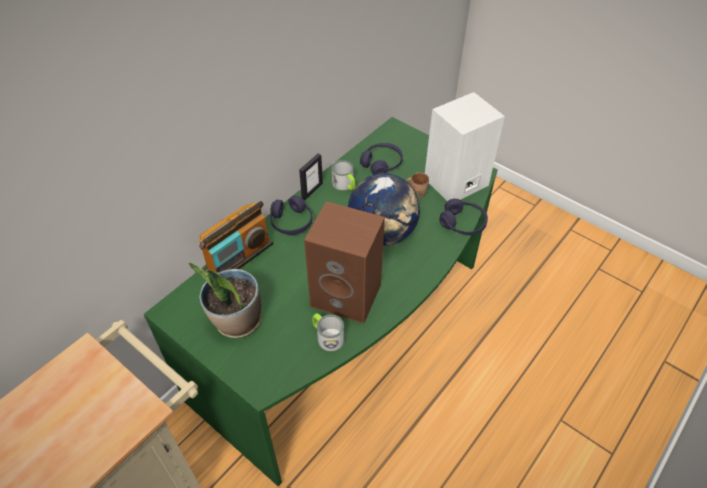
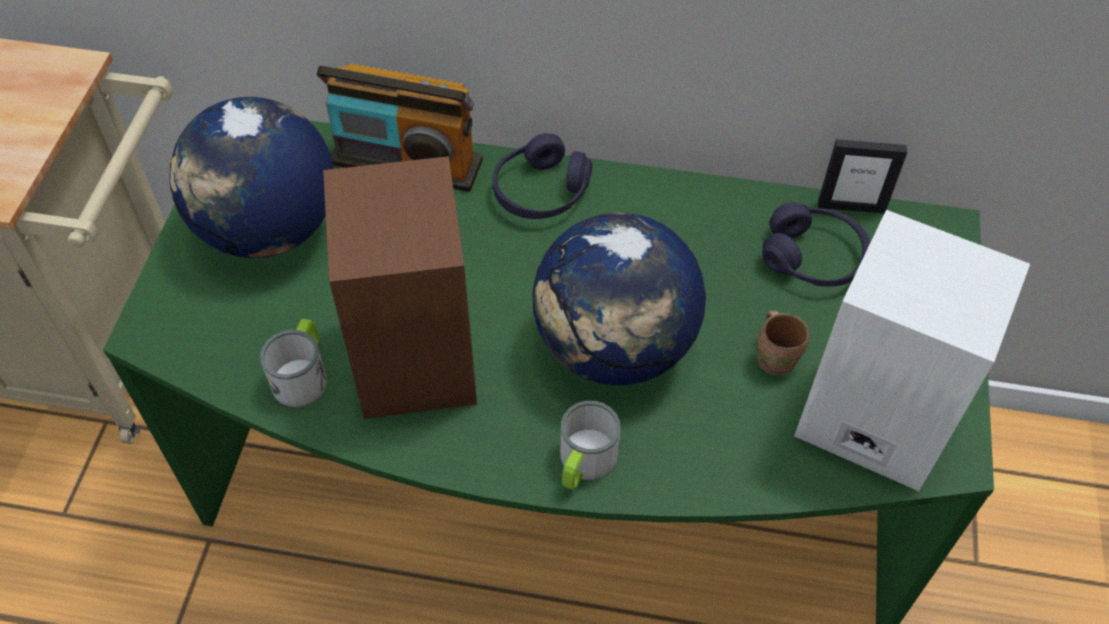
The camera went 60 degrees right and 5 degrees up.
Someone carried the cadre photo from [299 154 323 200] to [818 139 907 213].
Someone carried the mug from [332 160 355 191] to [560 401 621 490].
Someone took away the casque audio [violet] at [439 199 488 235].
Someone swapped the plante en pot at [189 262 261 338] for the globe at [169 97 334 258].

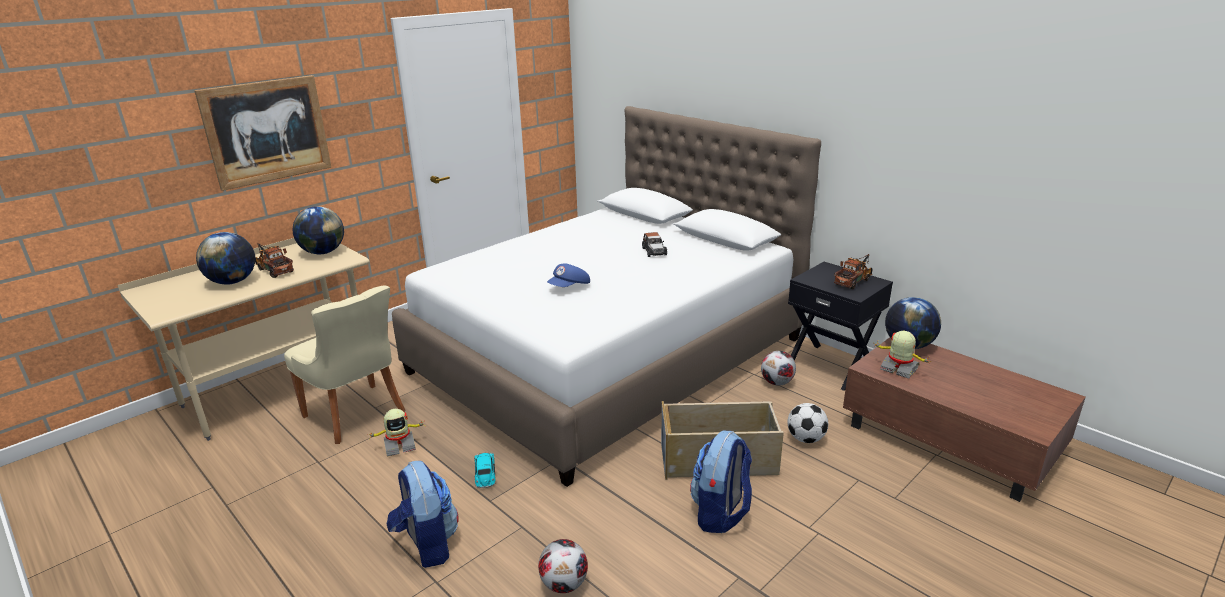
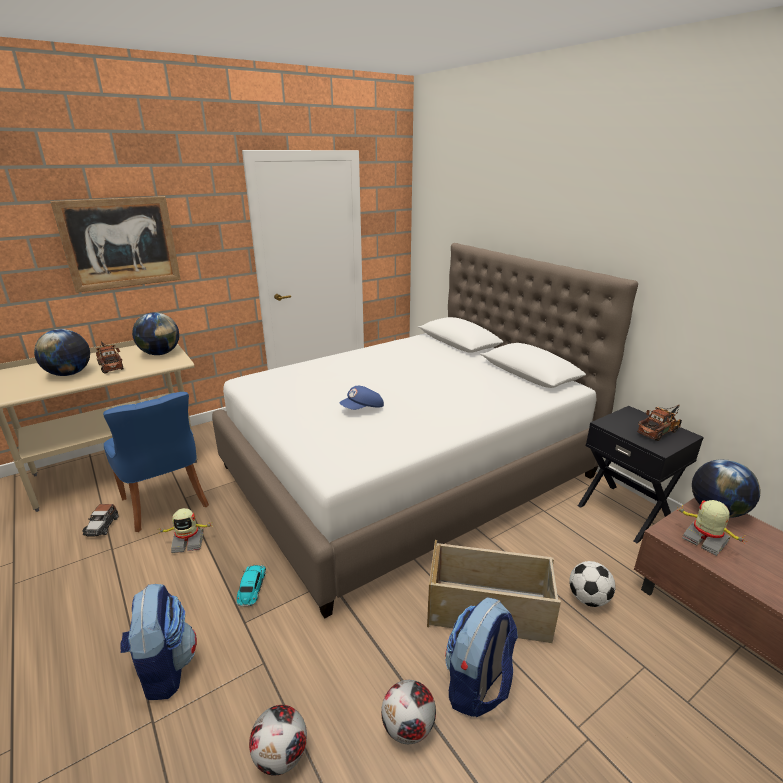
The camera went 10 degrees right and 0 degrees up.
Someone carried the petite voiture from [642 232 667 257] to [83 504 119 537].
Someone repainted the chaise [beige] at [284 286 405 444], which became the chaise [bleu] at [103 392 209 532].
Someone carried the ballon de foot from [761 351 796 386] to [381 680 436 744].

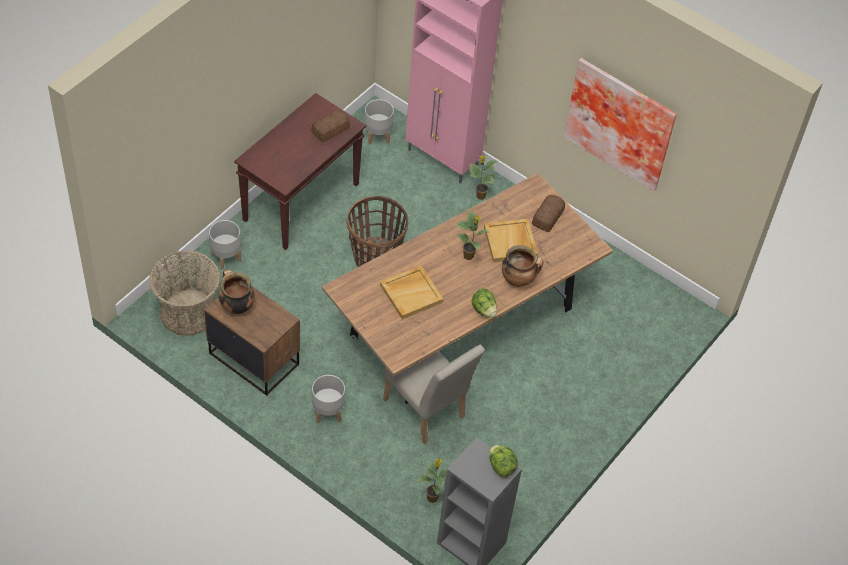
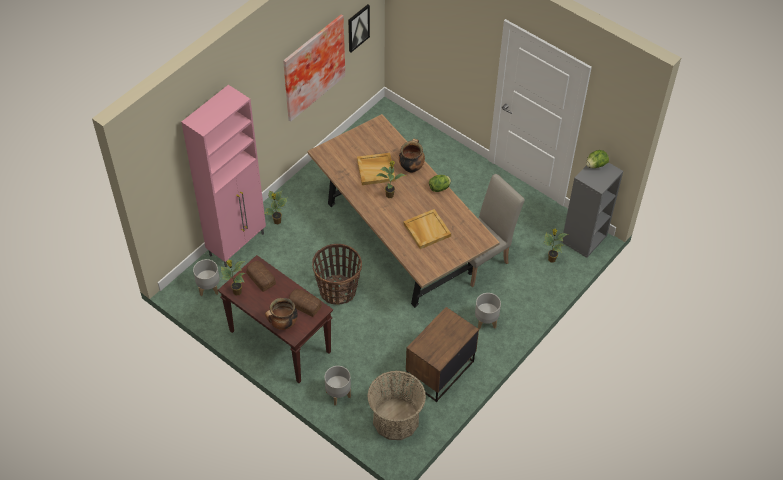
The camera went 85 degrees left and 0 degrees up.
Someone carried the pain from [532 195 565 232] to [289 289 322 317].
Someone carried the marmite from [218 269 255 314] to [265 298 298 330].
Someone put up the tableau at [348 4 370 52].
Someone put down the plante en pot at [221 260 245 296].

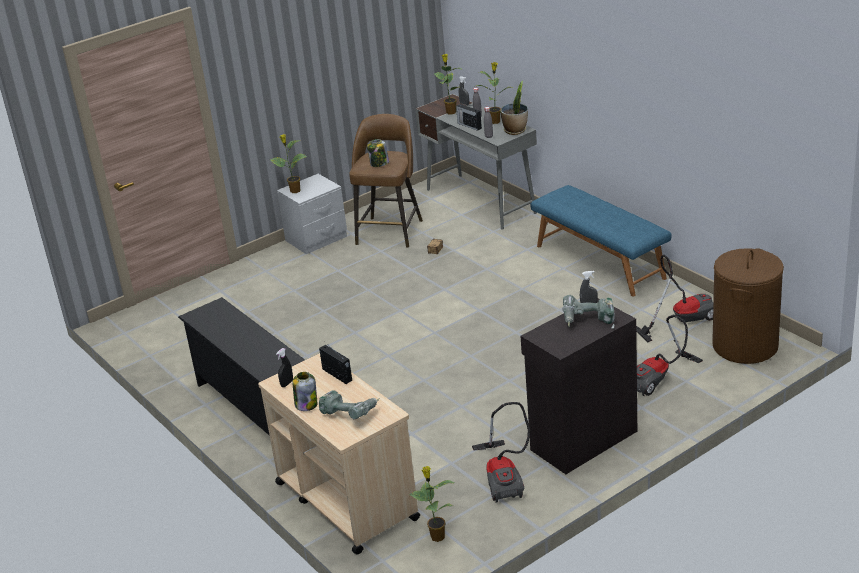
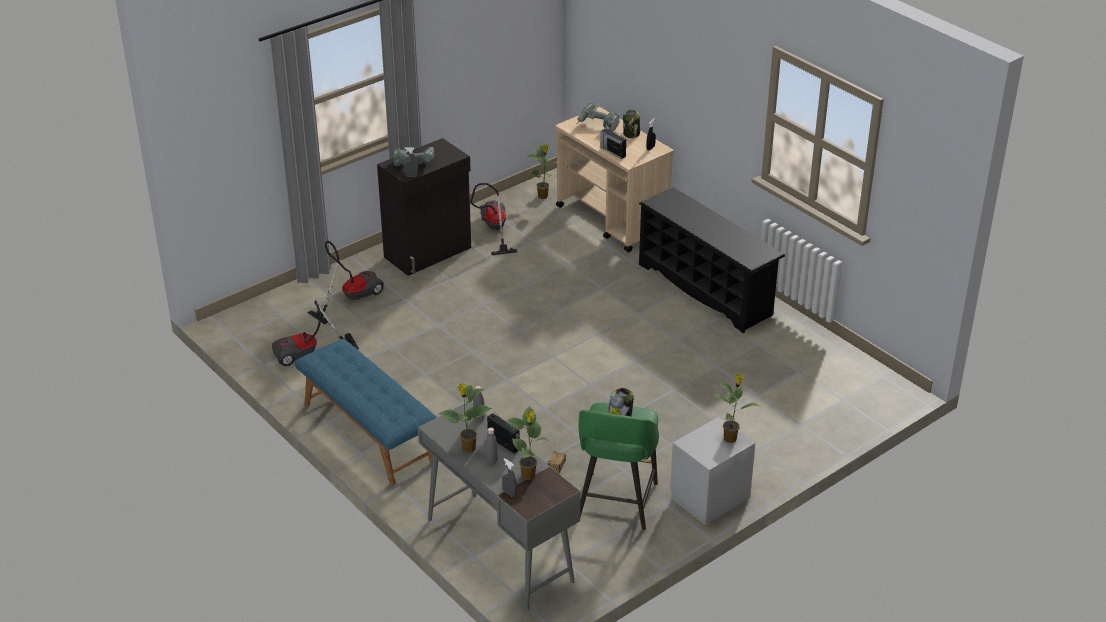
The camera went 175 degrees right and 5 degrees up.
Someone took away the plante en pot at [500 81 528 135].
Someone repainted the tabouret [marron] at [349 114 423 248], which became the tabouret [vert] at [579 403 659 530].
Someone took away the panier à linge [marron] at [712 248 784 364].

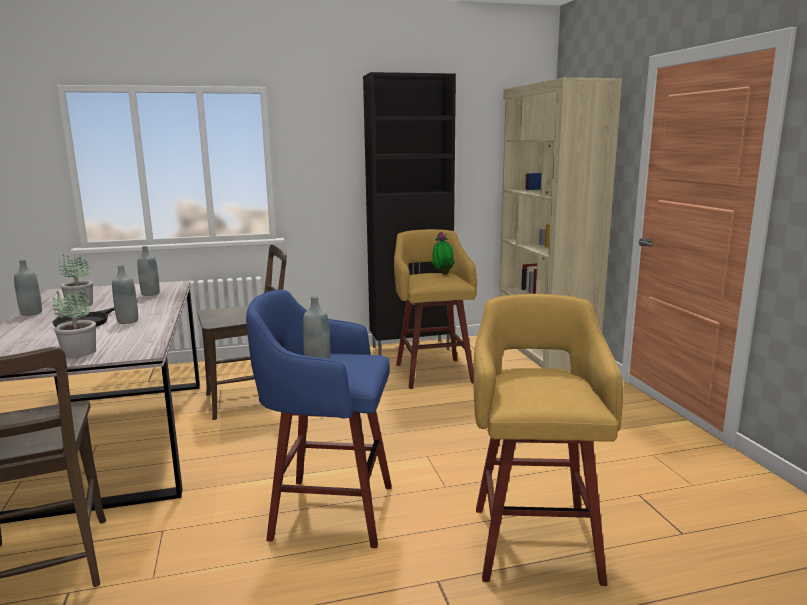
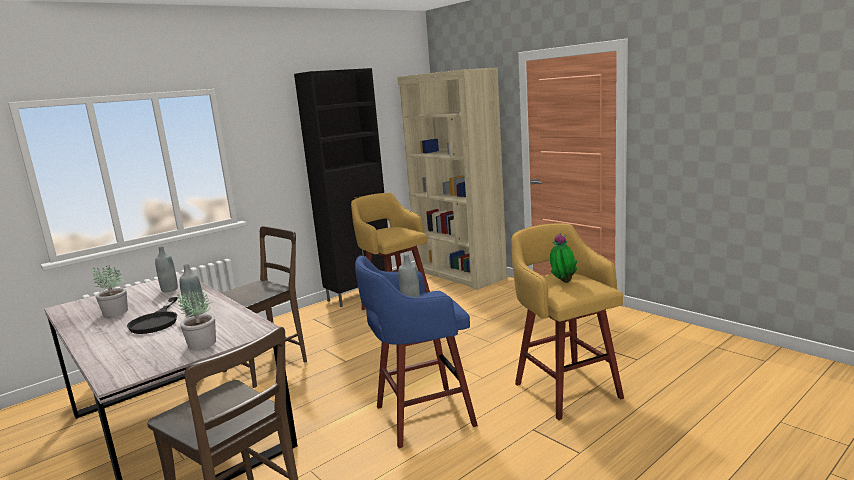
The camera went 25 degrees left and 0 degrees up.
Someone carried the plante en pot from [431 232 455 275] to [550 234 577 283].
Someone took away the bouteille [gris] at [14 260 42 316].

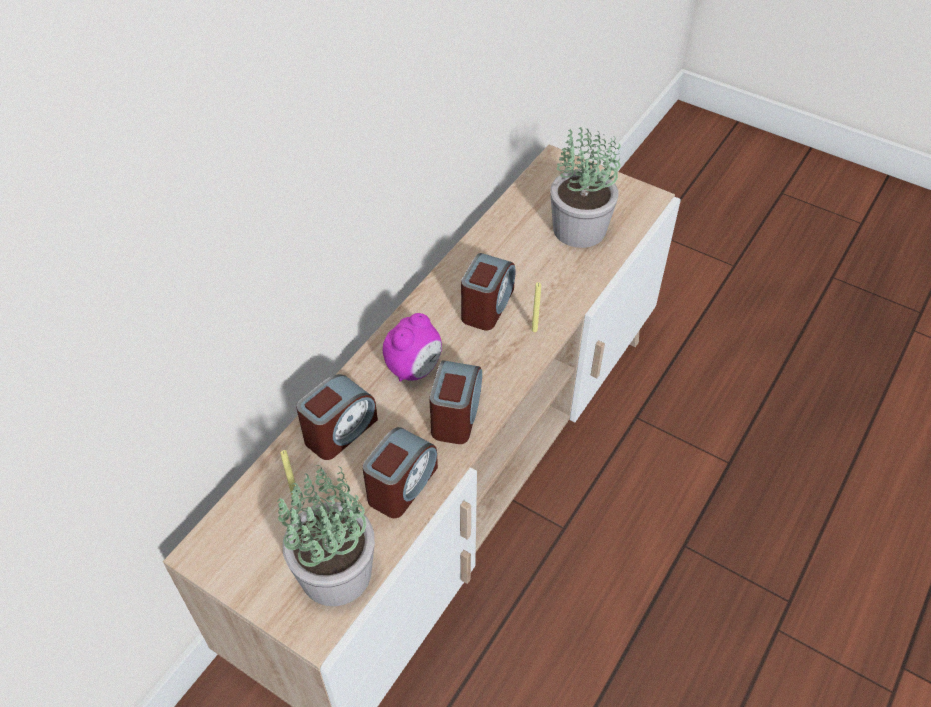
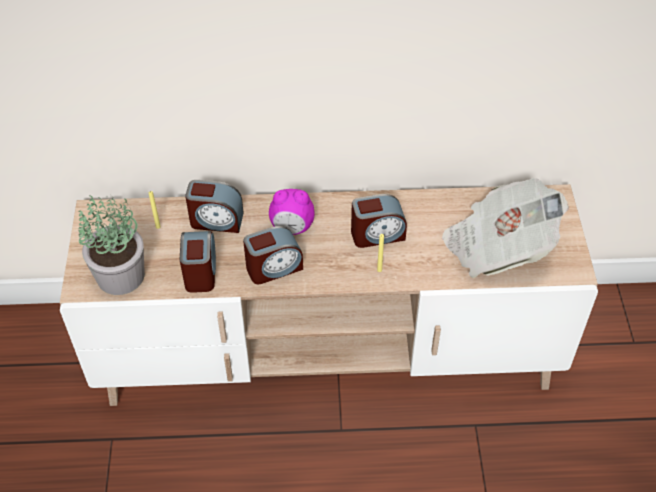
The camera went 55 degrees right and 0 degrees up.
Someone swapped the plante en pot at [550 127 621 248] for the journal at [442 178 569 278].
Someone rotated the réveil at [362 427 438 518] by 90 degrees counterclockwise.

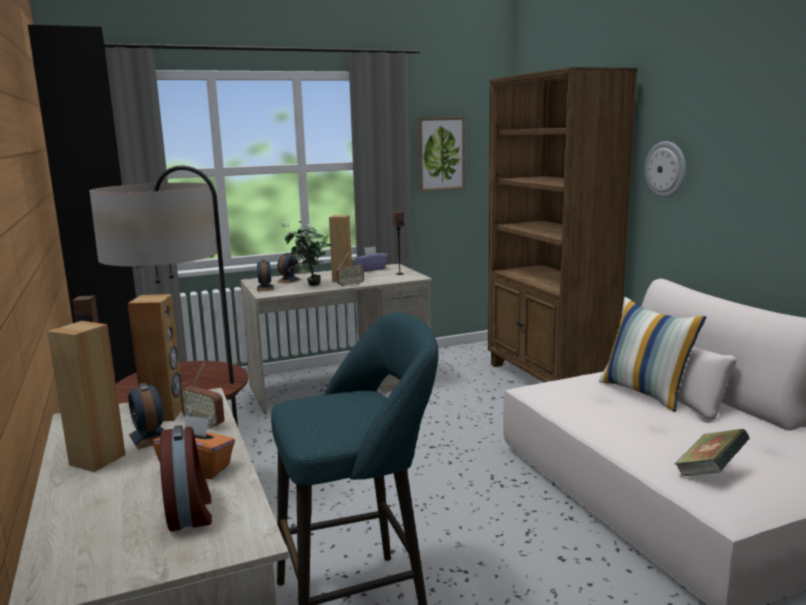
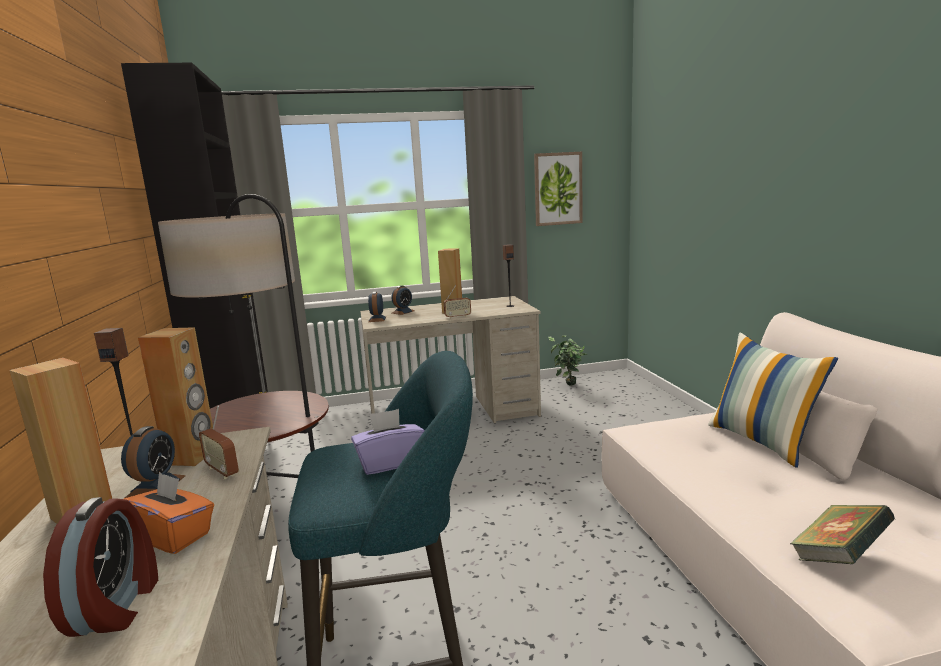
The camera went 10 degrees right and 0 degrees up.
Someone took away the bibliothèque [marron] at [488 67 638 382].
Someone took away the horloge murale at [644 141 686 198].
Someone carried the plante en pot from [281 221 332 286] to [548 336 587 386].
Someone carried the boîte à mouchoirs [violet] from [355 246 388 272] to [351 409 425 475].
Someone rotated the réveil at [128 383 164 449] by 150 degrees counterclockwise.

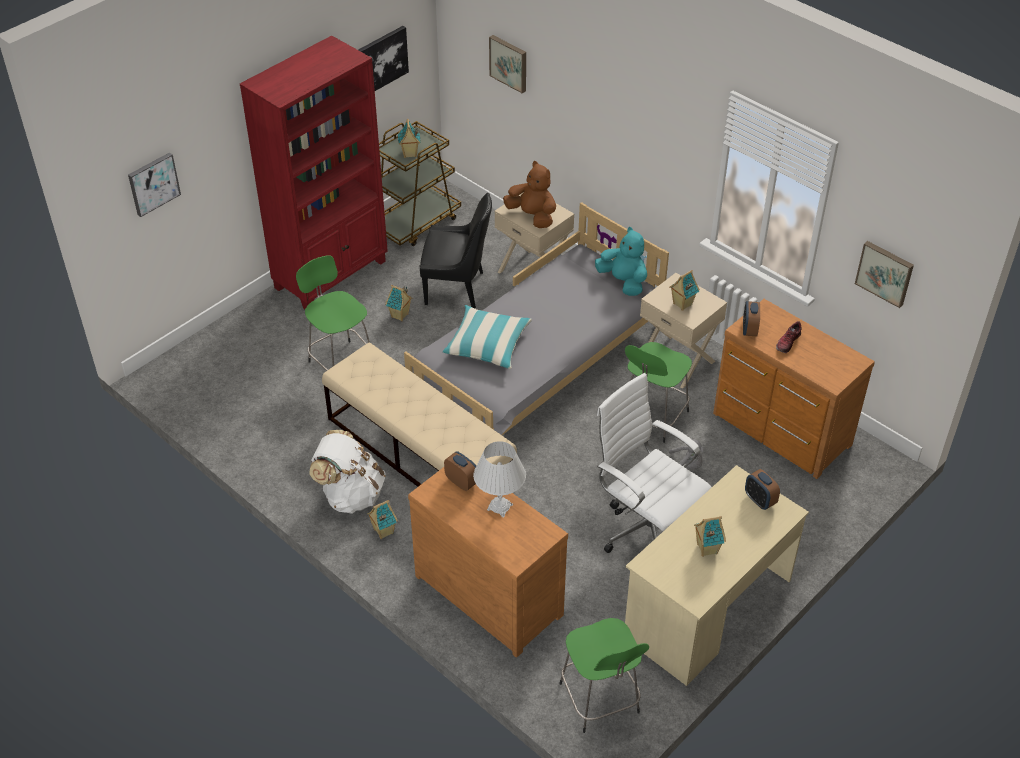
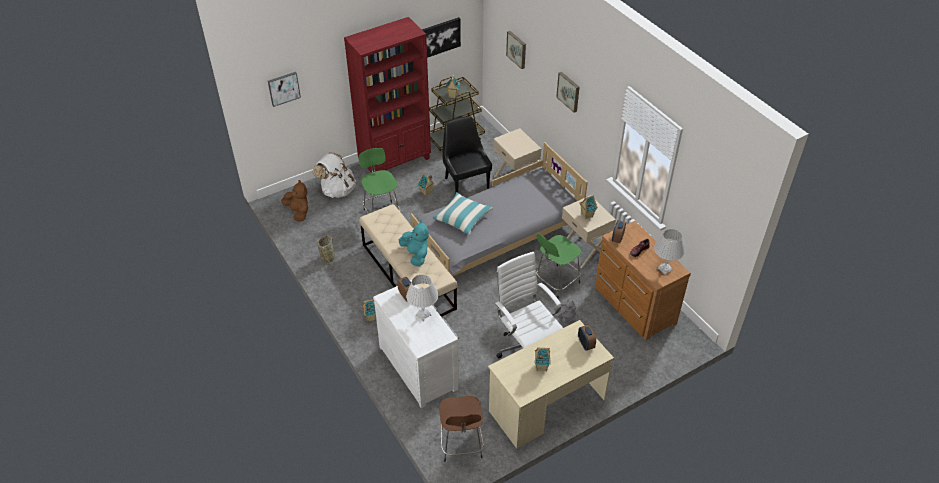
The camera went 15 degrees right and 0 degrees up.
Someone carried the peluche [marron] from [503 161 556 228] to [281 180 308 221].
Someone rotated the chaise [noir] at [420 193 492 308] by 135 degrees counterclockwise.
Someone carried the peluche [turquoise] from [595 227 647 296] to [399 220 429 266].
Someone carried the tableau from [855 241 914 308] to [556 72 580 113].
Someone carried the sac à dos [blanc] from [309 430 386 514] to [313 152 356 198].
Someone repainted the commode [marron] at [408 467 568 658], which became the commode [blanc] at [373 280 459 408].
Someone repainted the tabouret [vert] at [559 618 649 733], which became the tabouret [marron] at [439 396 484 462].
Someone put down the lampe de table [blanc] at [654 229 685 275].
Someone put down the panier at [318 235 335 270].

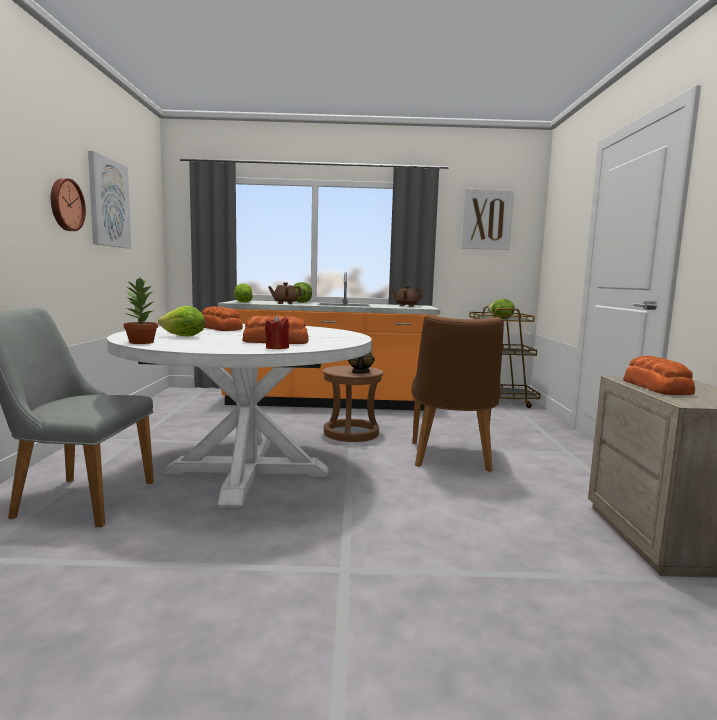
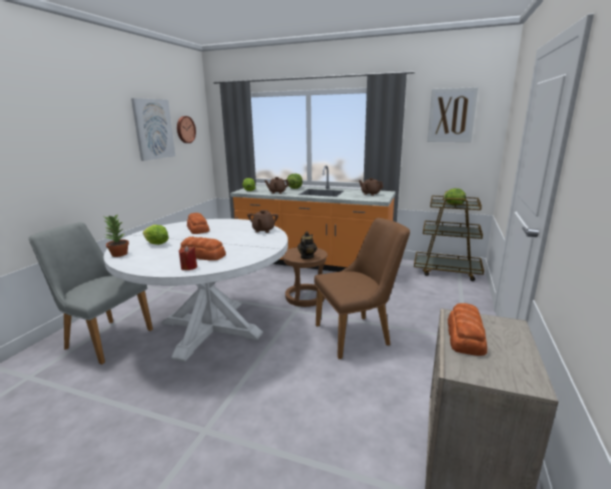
The camera went 20 degrees right and 10 degrees up.
Someone carried the horloge murale from [51 178 86 231] to [177 116 196 143].
Someone rotated the chaise [marron] at [411 315 504 472] by 135 degrees counterclockwise.
Someone put down the théière [marron] at [248 210 278 233].

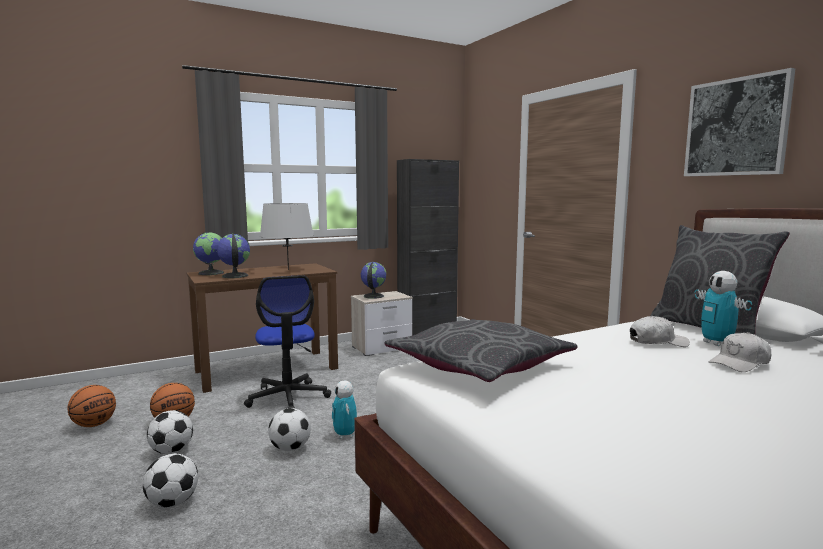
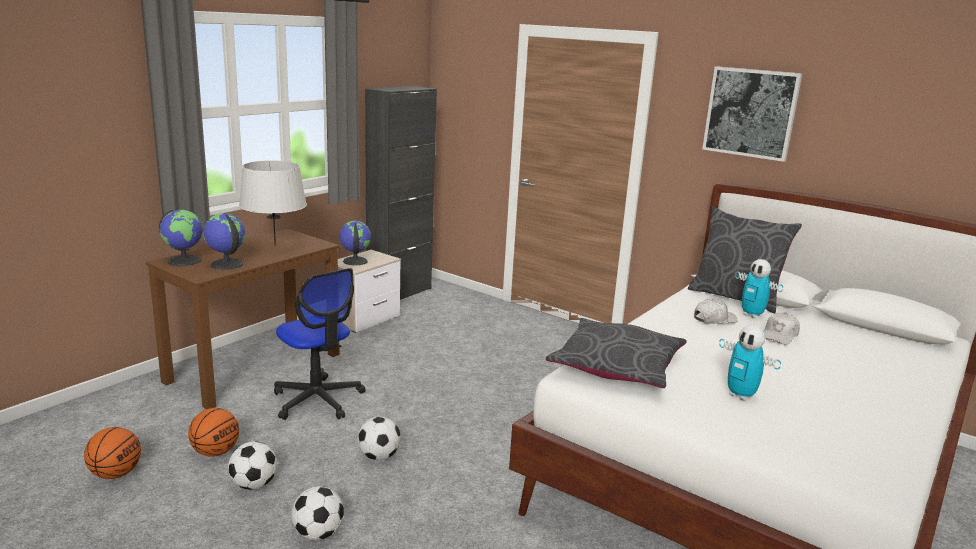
The camera went 25 degrees left and 10 degrees up.
Someone carried the robot jouet from [332 381 357 439] to [719 325 781 401].

